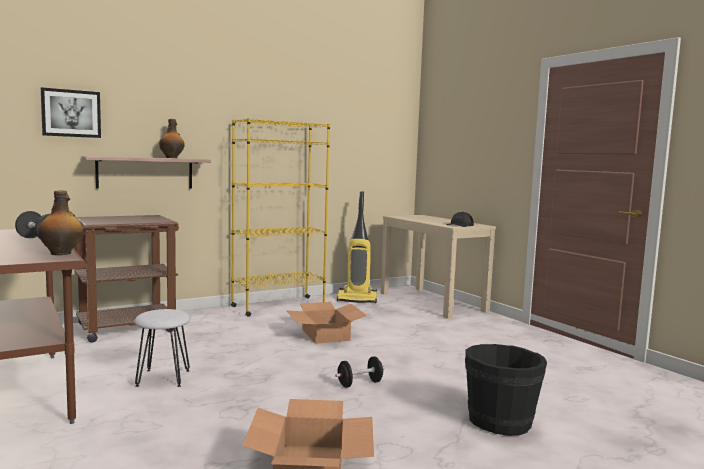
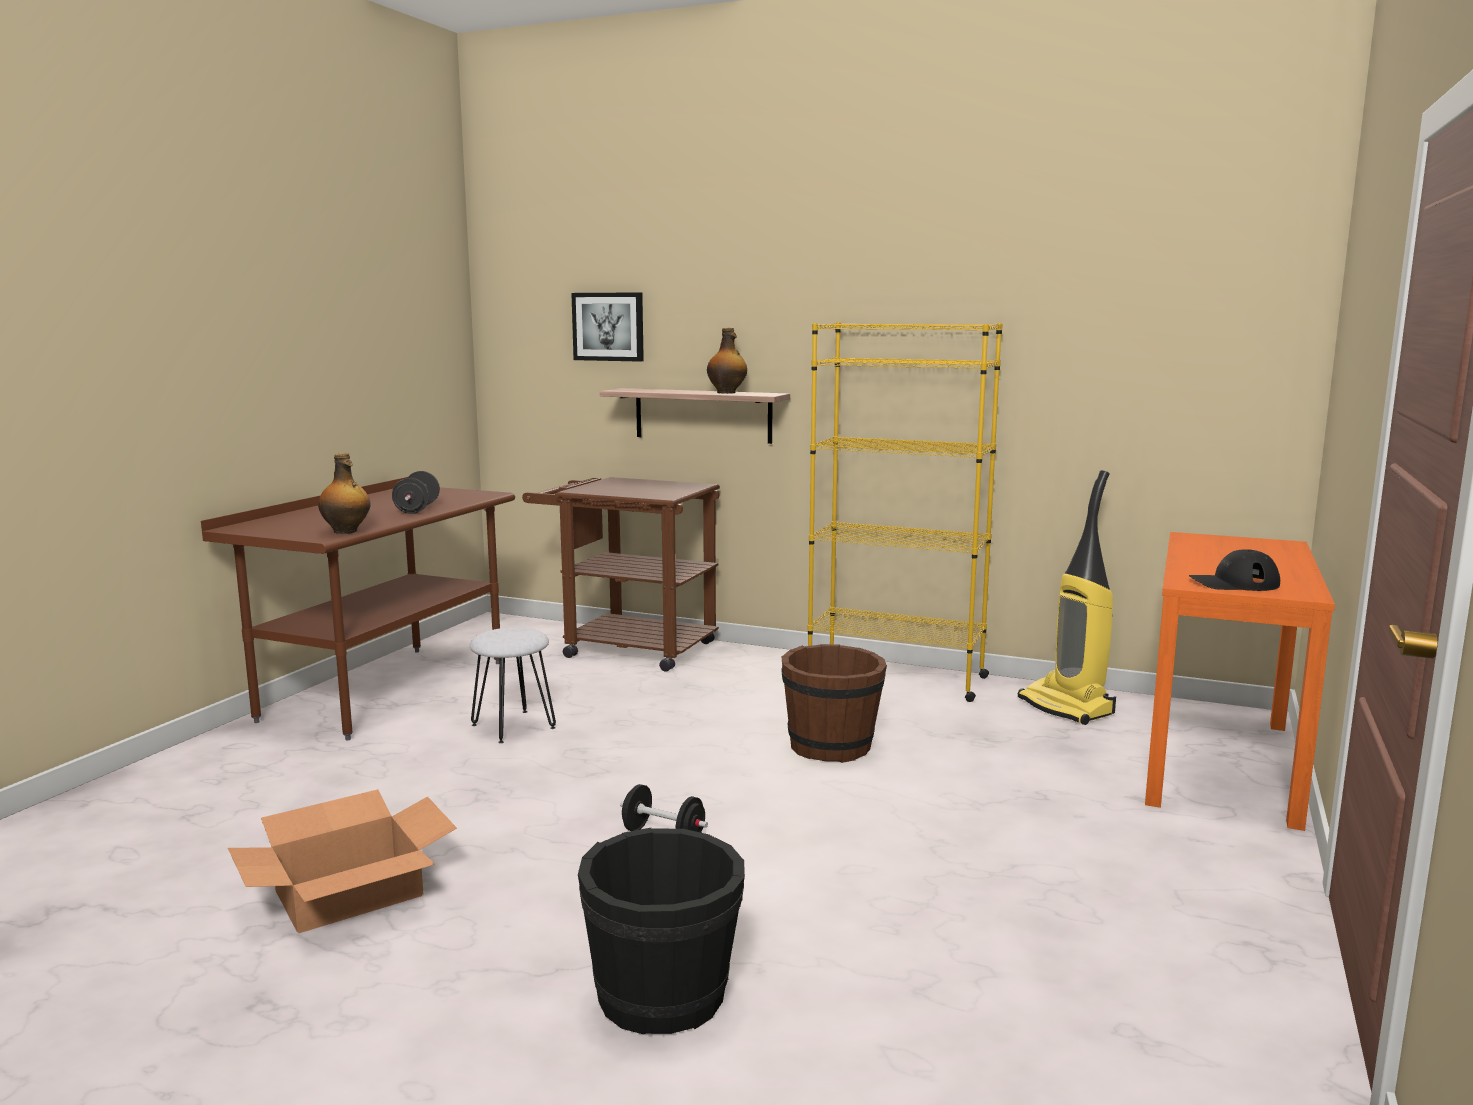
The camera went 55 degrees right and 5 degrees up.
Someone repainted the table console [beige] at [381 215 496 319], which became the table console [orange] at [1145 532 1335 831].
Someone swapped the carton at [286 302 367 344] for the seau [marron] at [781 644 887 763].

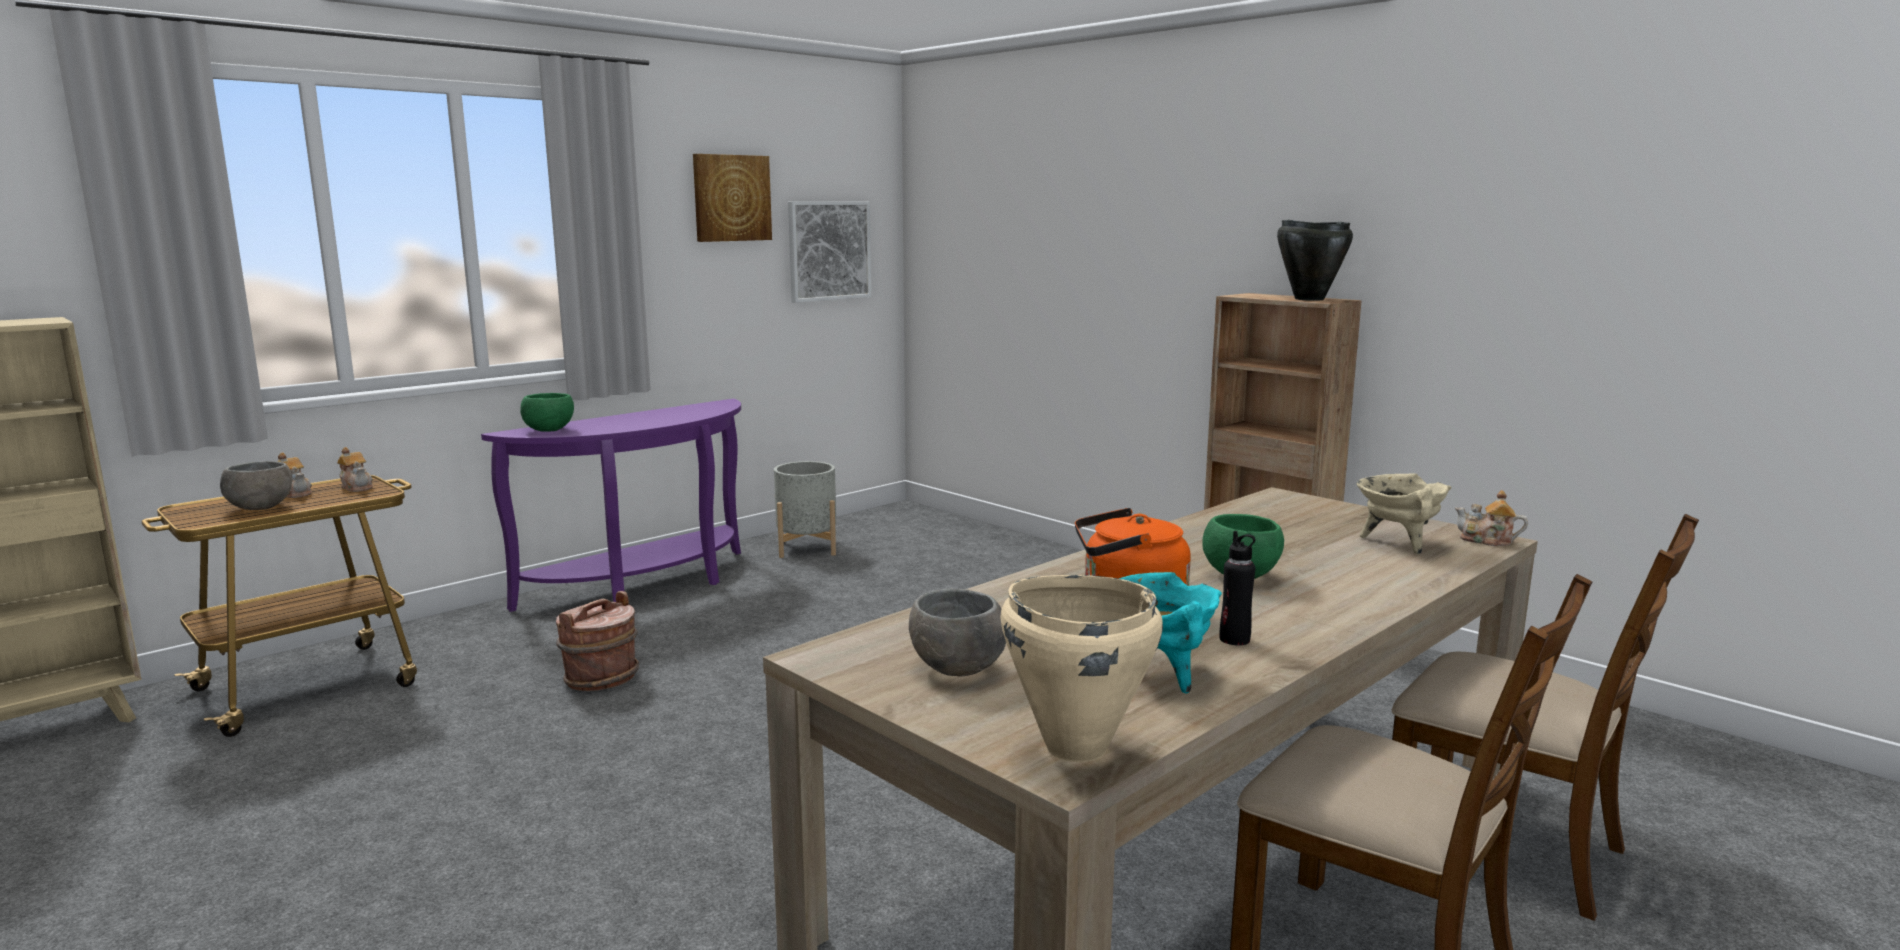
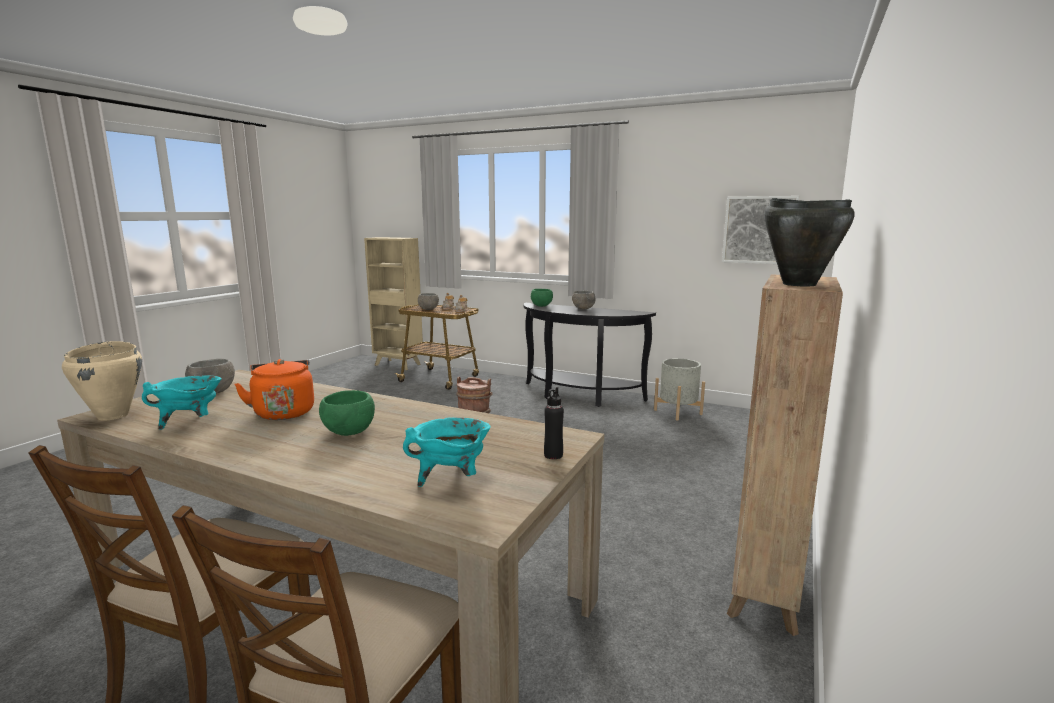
The camera went 70 degrees right and 0 degrees up.
Someone took away the tableau at [693 154 772 242].
Someone repainted the table console [violet] at [481 399 741 612], which became the table console [noir] at [524 303 656 407].
Someone repainted the marmite [beige] at [1356 473 1452 555], which became the marmite [turquoise] at [403 417 491 487].
Someone took away the théière at [1455 490 1528 546].
Someone carried the bouteille [noir] from [1220 531 1255 645] to [544 387 564 459].
Someone put down the bol [gris] at [572 291 596 309].

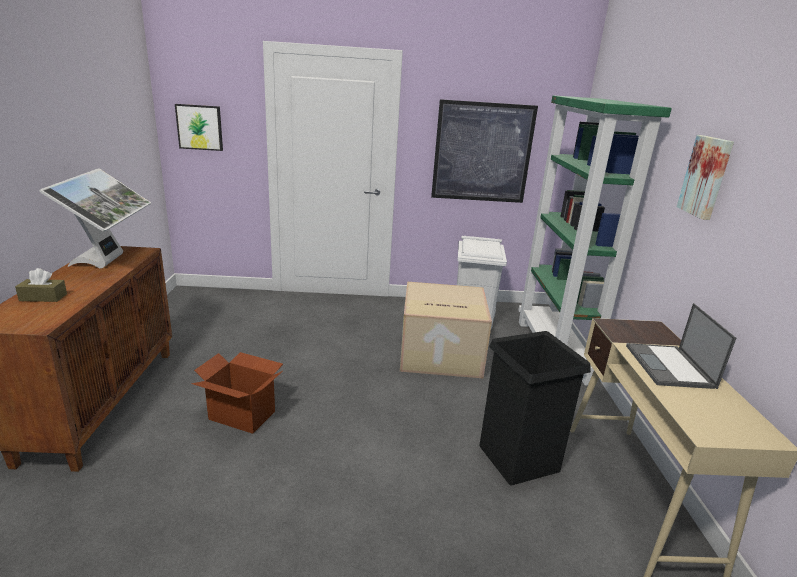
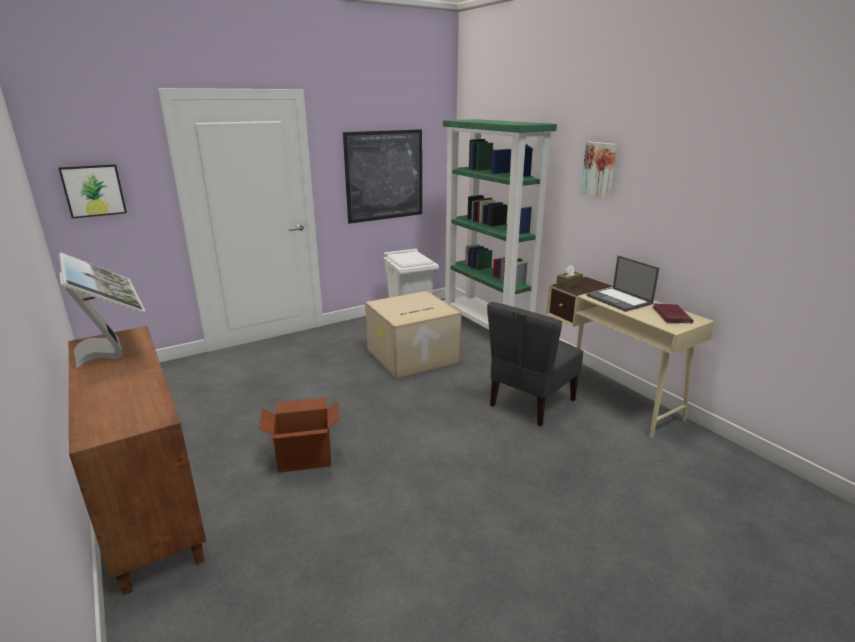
The camera went 30 degrees left and 0 degrees up.
Someone carried the boîte à mouchoirs [marron] from [15 268 67 302] to [556 264 583 289].
Someone swapped the poubelle [noir] at [479 331 591 485] for the chaise [gris] at [487 302 584 426].
Someone put down the livre [rouge] at [652 303 693 324].

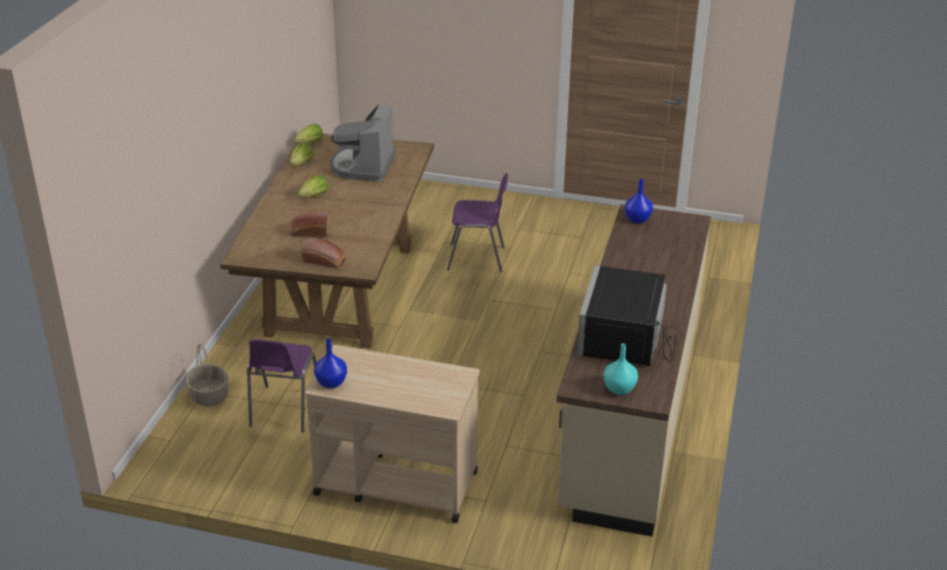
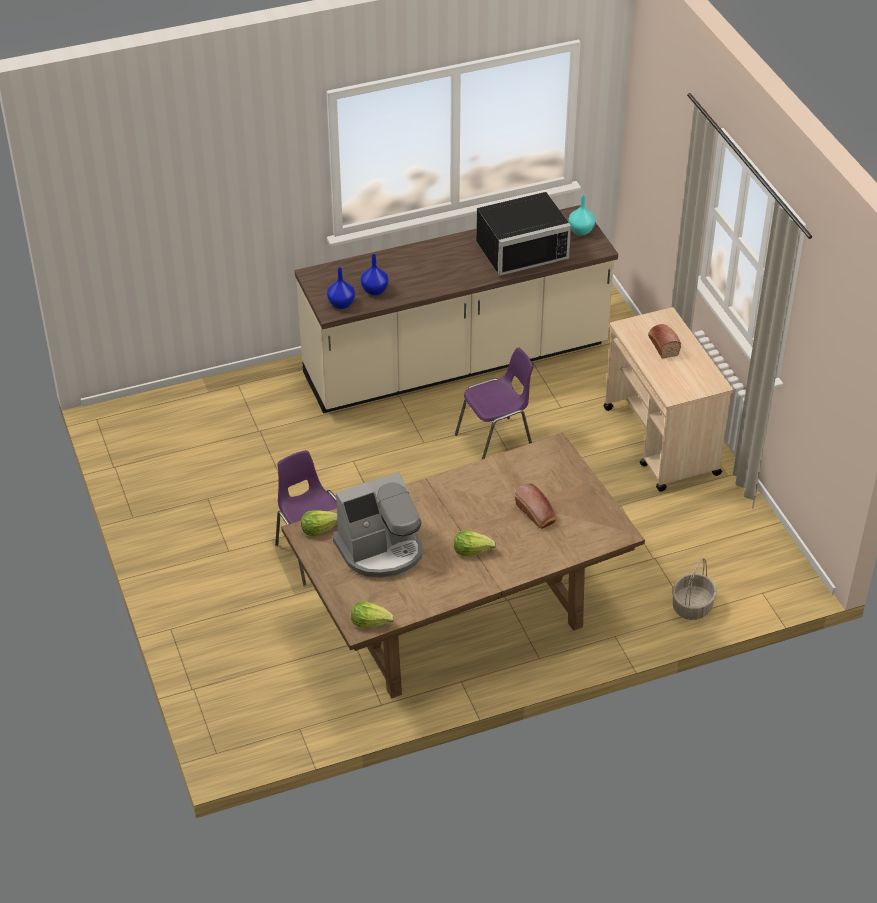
The camera went 125 degrees left and 10 degrees up.
Someone carried the laitue from [290 143 314 166] to [301 510 338 536].
Someone carried the pain from [301 237 346 268] to [648 324 681 359].
Someone carried the chaise [violet] from [247 339 316 432] to [455 348 534 460].
Someone carried the vase [bleu] from [314 339 347 389] to [361 254 388 296].

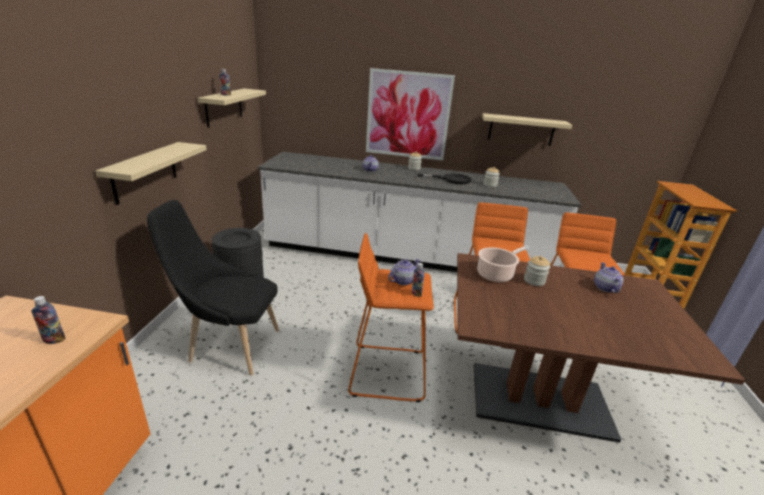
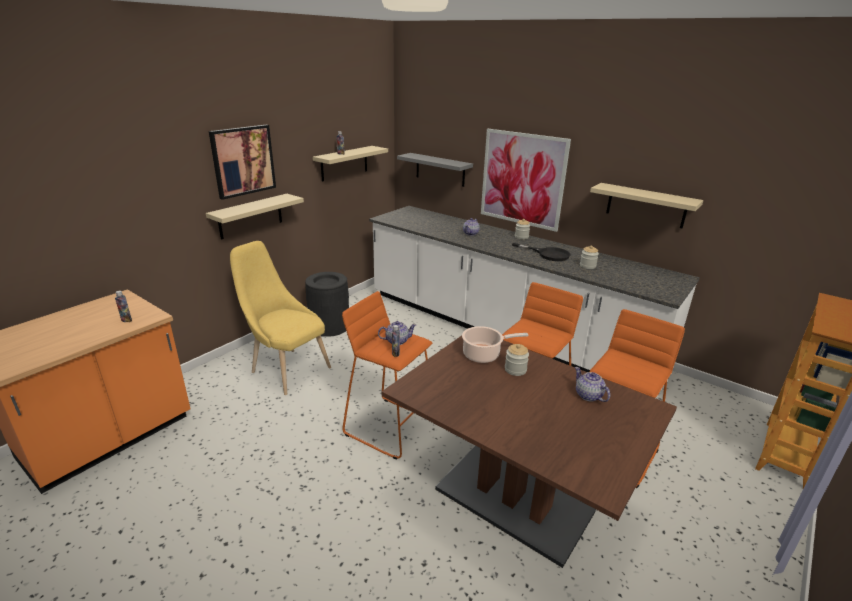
The camera went 30 degrees right and 0 degrees up.
Someone repainted the chaise [noir] at [147 200 279 375], which became the chaise [jaune] at [230 241 331 395].
Someone rotated the théière at [594 262 623 293] by 60 degrees counterclockwise.
Someone put up the tableau at [209 125 276 200].
Someone put up the étagère [gris] at [397 153 473 187].

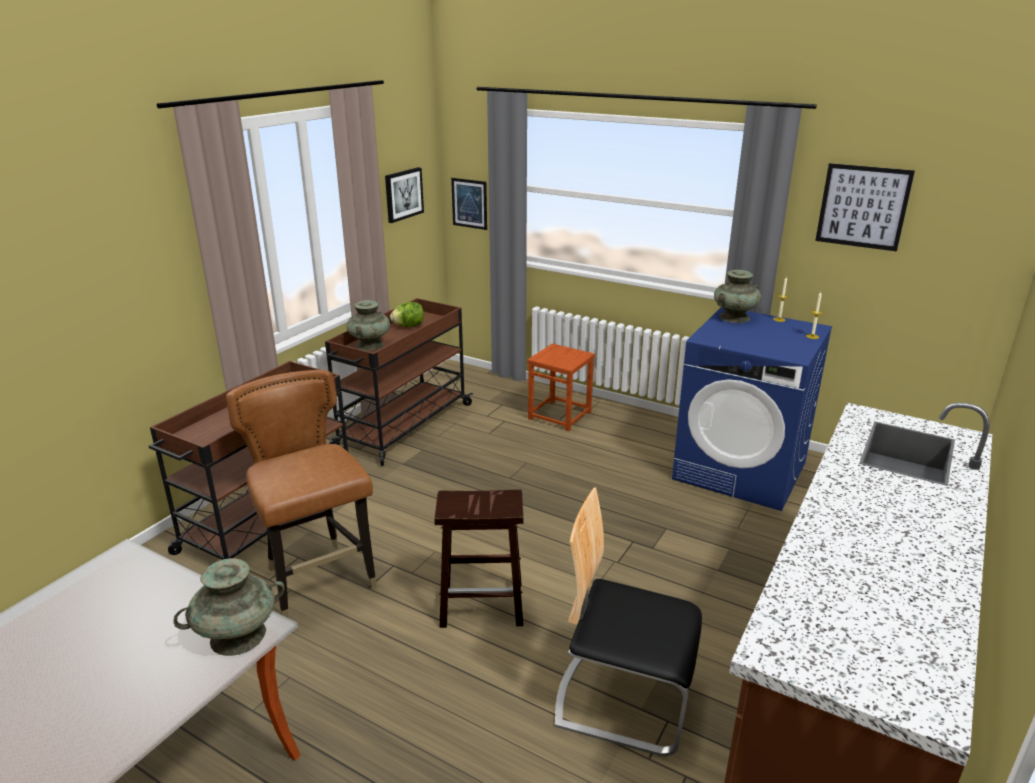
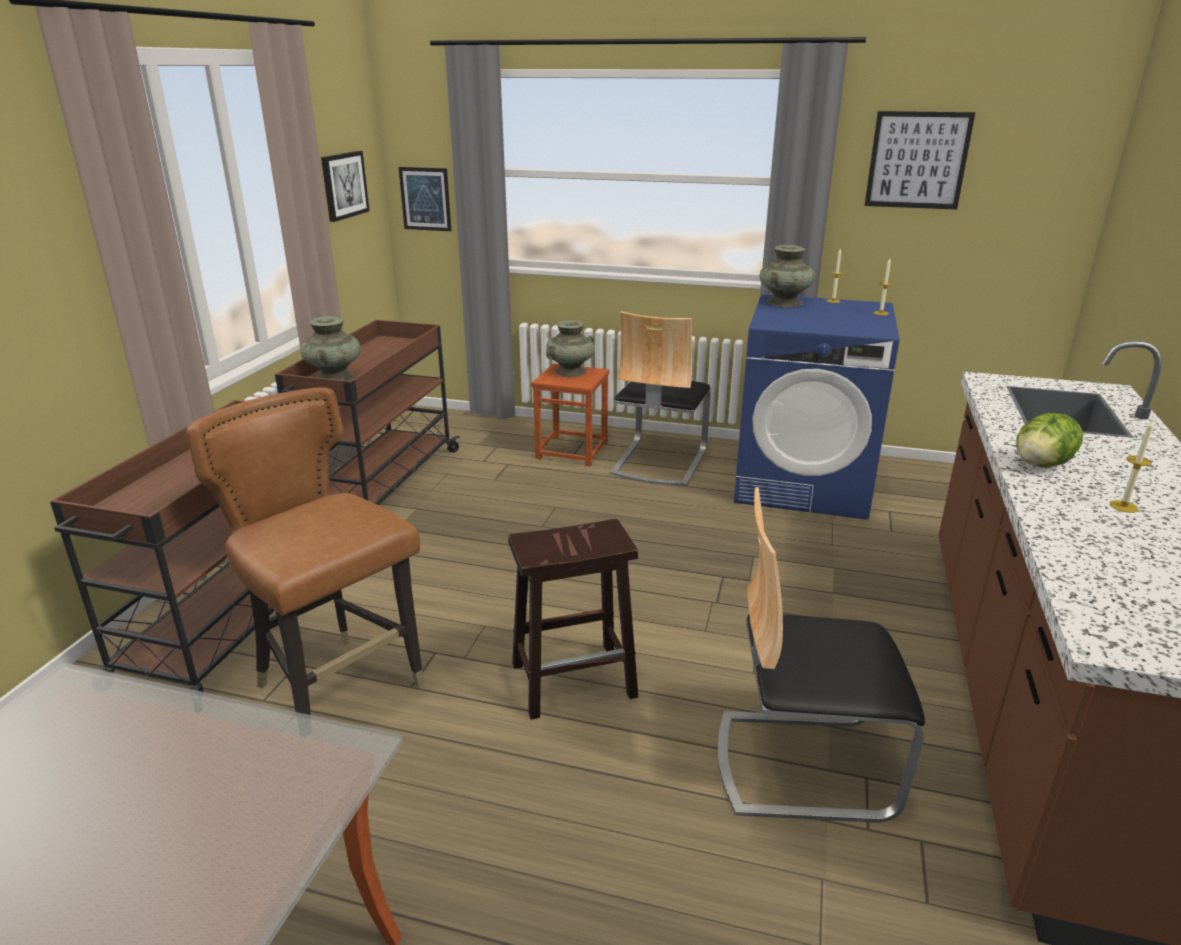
The camera went 15 degrees left and 0 degrees up.
Someone carried the laitue from [390 302 424 327] to [1016 413 1083 468].
Someone carried the vase [turquoise] from [173 558 284 656] to [546 320 595 377].
Someone put down the chaise at [610 311 711 486].
Someone put down the bougie at [1110 420 1153 513].

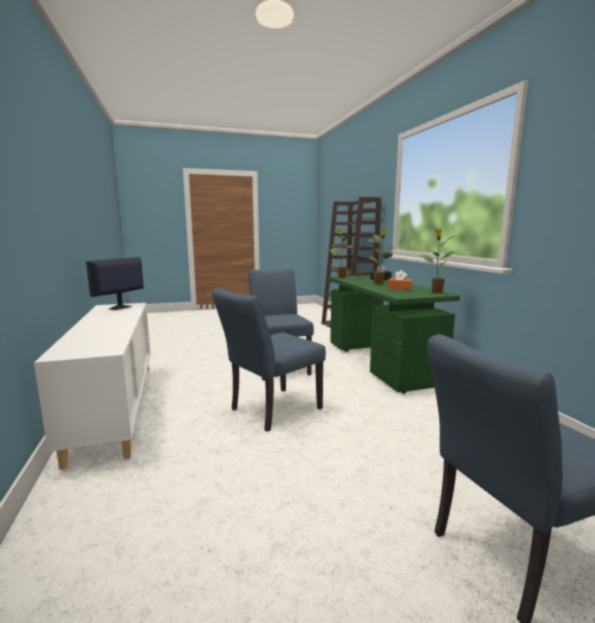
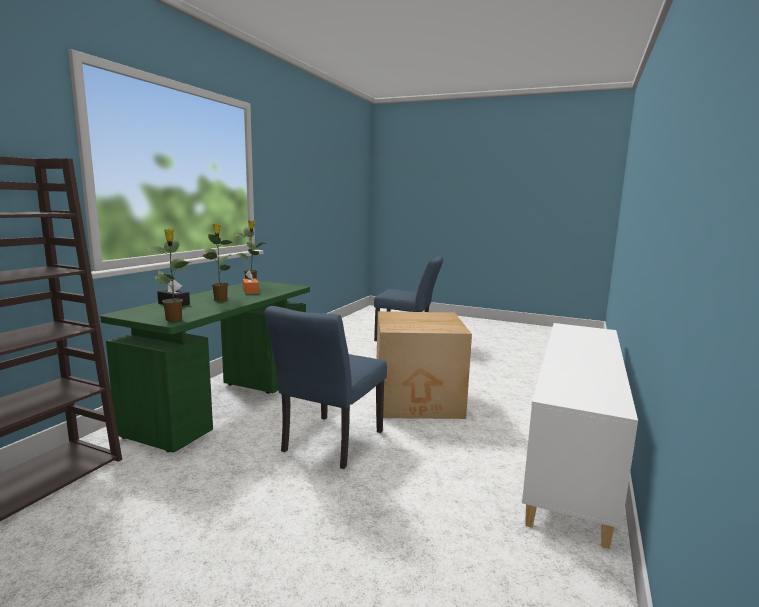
The camera went 140 degrees left and 0 degrees up.
Someone took away the écran d'ordinateur at [86 257 144 310].
Someone swapped the chaise [bleu] at [212 288 326 432] for the carton at [377 311 472 419].

